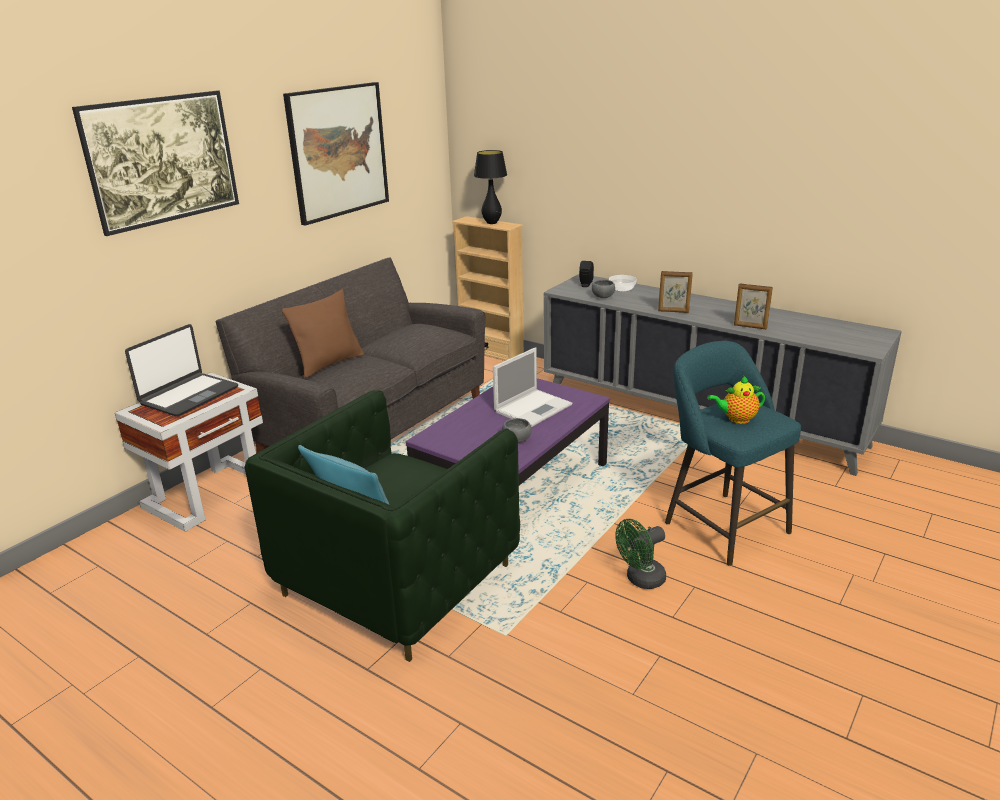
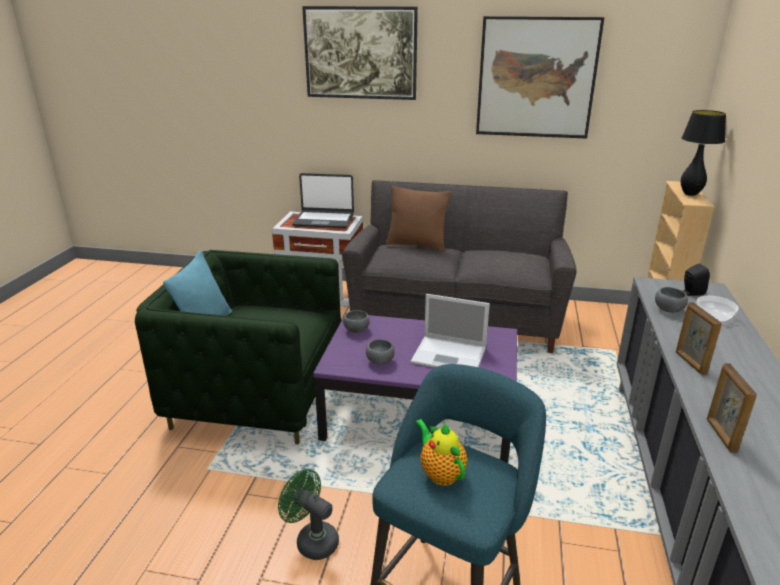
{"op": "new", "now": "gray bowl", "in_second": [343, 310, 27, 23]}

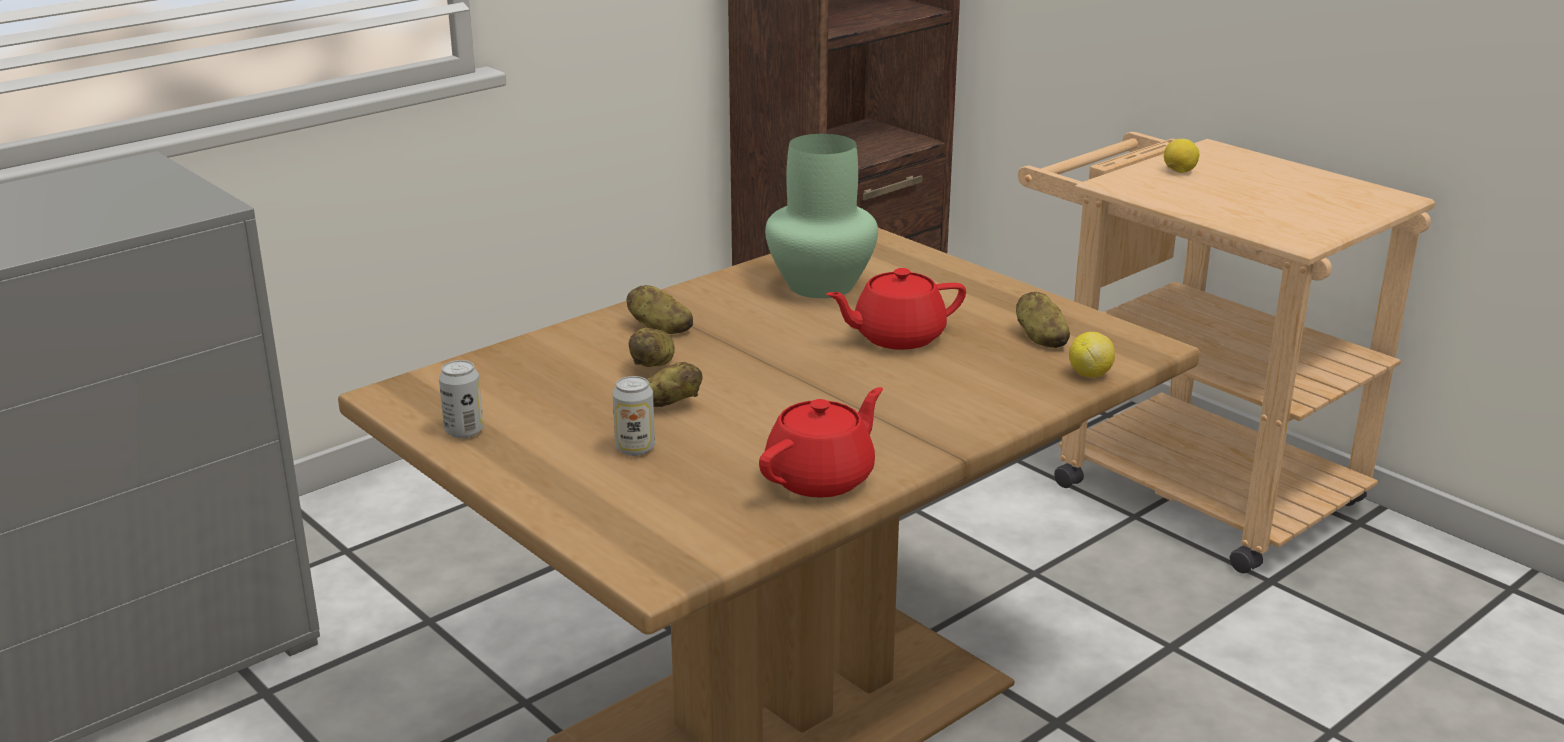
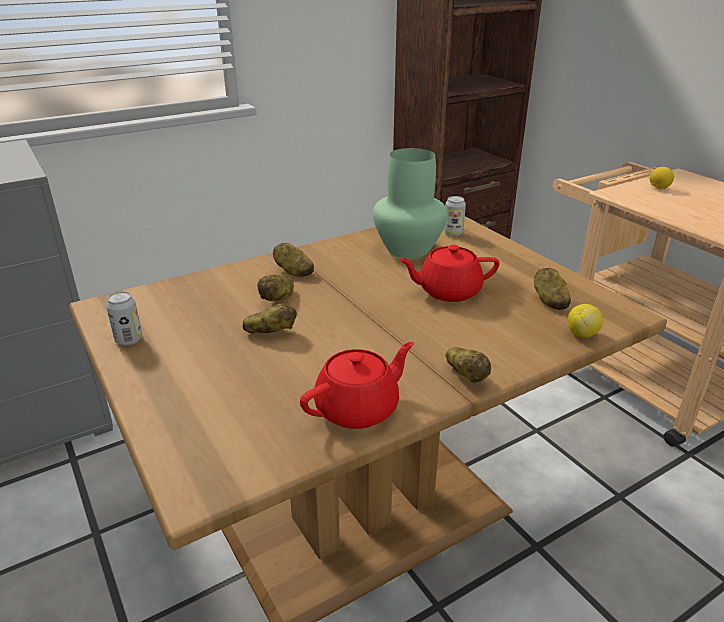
{"op": "shifted", "was": "sealed can", "in_first": [613, 376, 42, 80], "in_second": [444, 196, 22, 40]}
{"op": "new", "now": "whole potato", "in_second": [445, 347, 46, 36]}

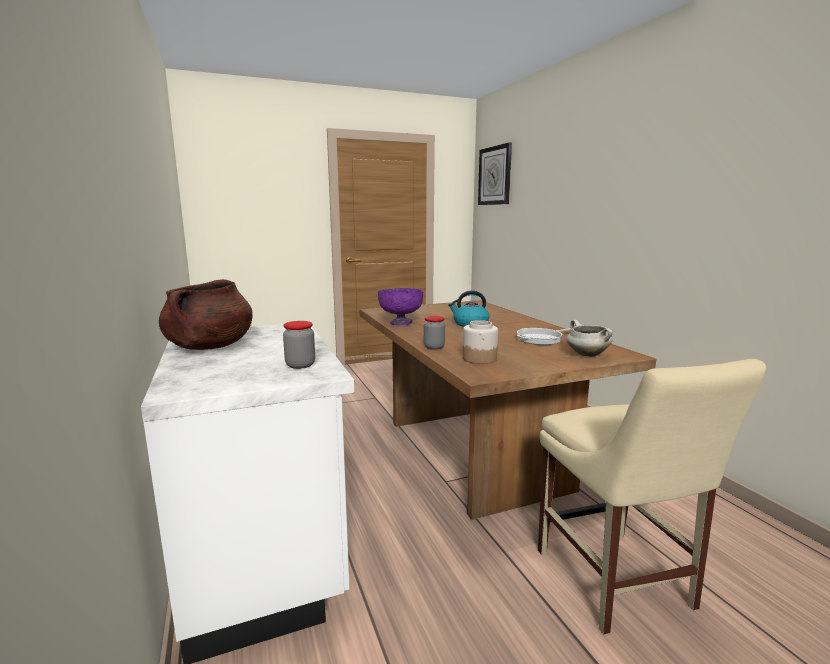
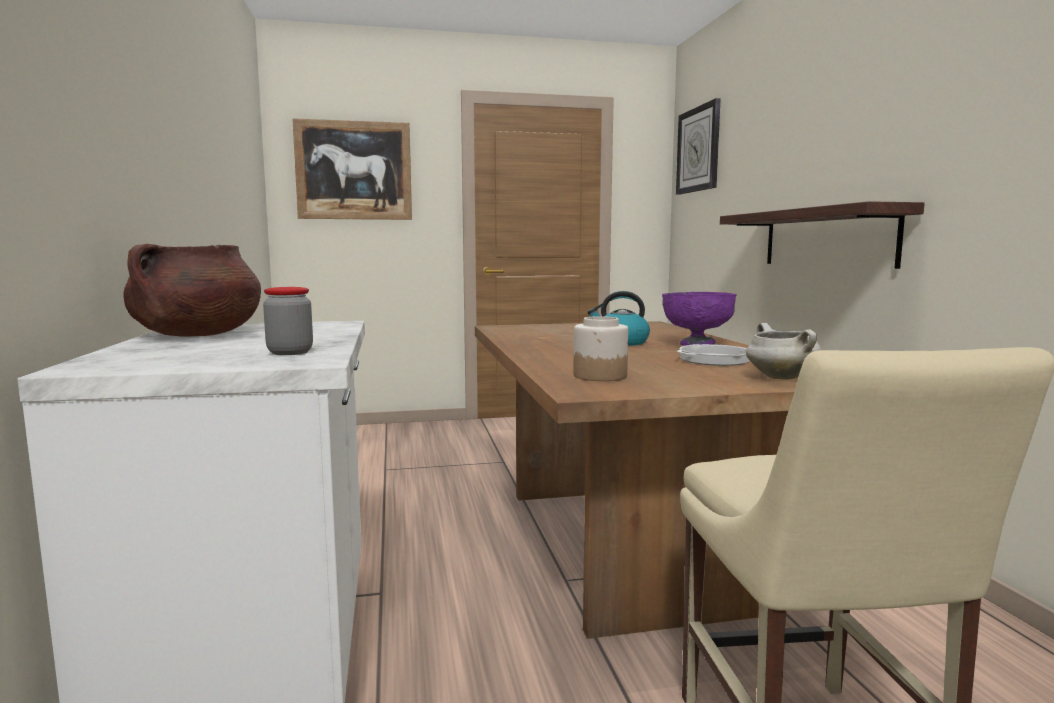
{"op": "shifted", "was": "purple-coloured bowl", "in_first": [378, 288, 46, 37], "in_second": [662, 292, 75, 54]}
{"op": "gone", "was": "storage jar", "in_first": [424, 316, 21, 34]}
{"op": "new", "now": "wall art", "in_second": [292, 118, 120, 102]}
{"op": "new", "now": "shelf", "in_second": [720, 201, 205, 68]}

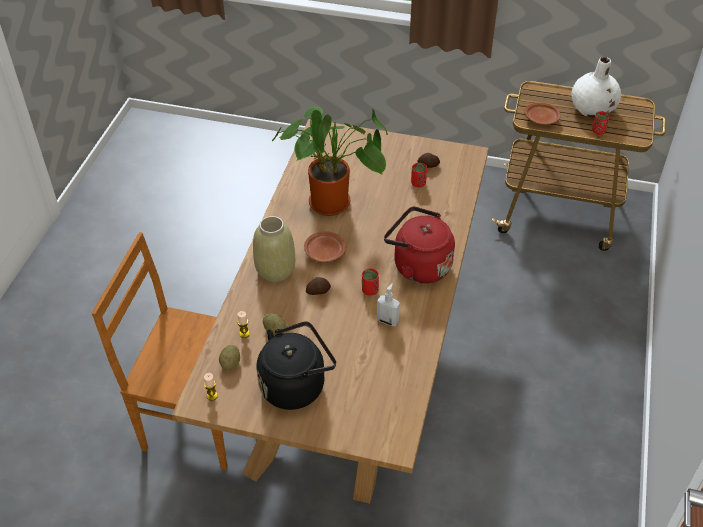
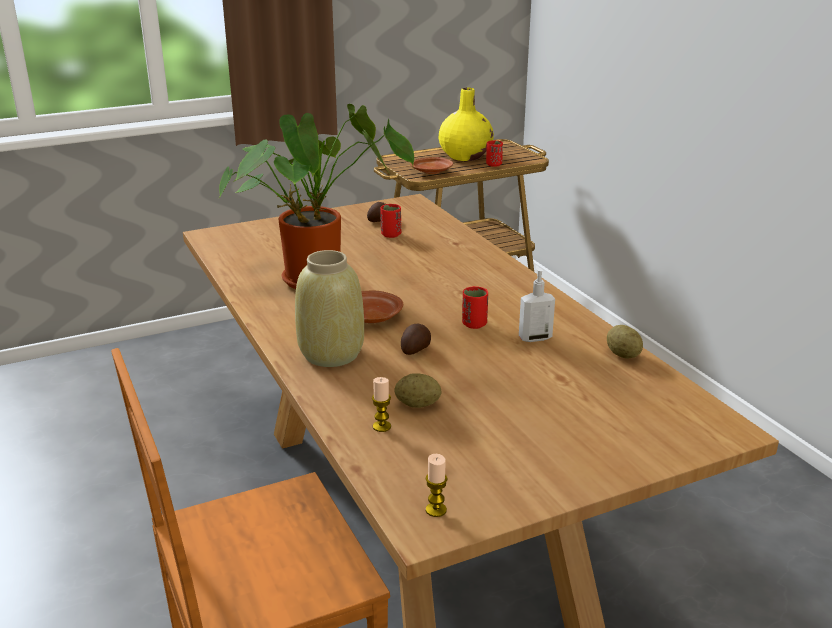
{"op": "shifted", "was": "whole potato", "in_first": [219, 345, 21, 26], "in_second": [607, 325, 36, 34]}
{"op": "gone", "was": "black tea kettle", "in_first": [257, 321, 79, 89]}
{"op": "gone", "was": "red-coloured tea kettle", "in_first": [384, 206, 71, 78]}
{"op": "repainted", "was": "white flower vase", "now": "yellow flower vase", "in_first": [572, 57, 49, 61], "in_second": [439, 88, 55, 73]}

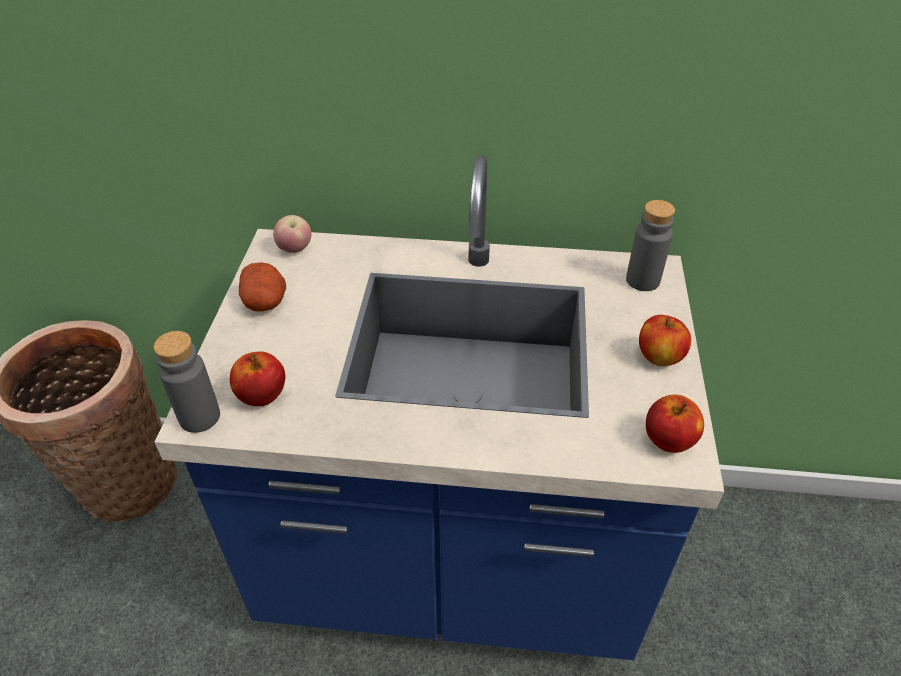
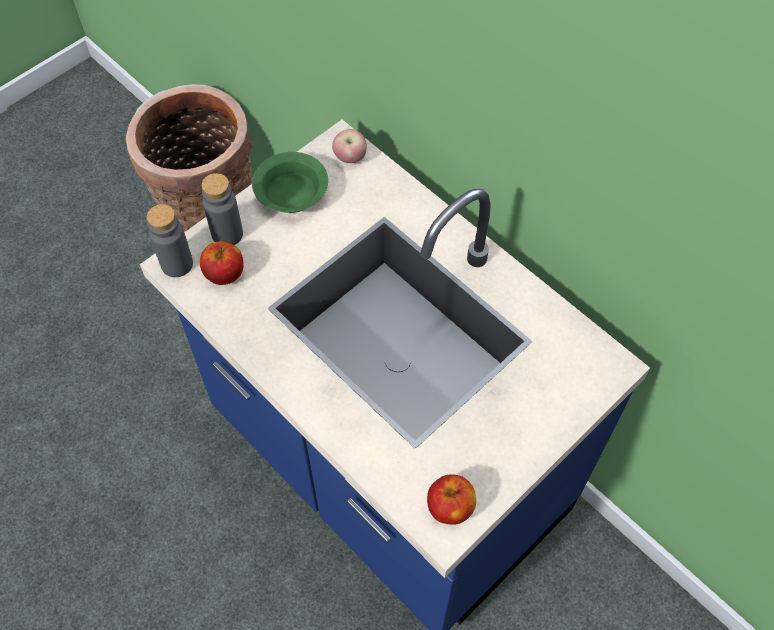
{"op": "swapped", "was": "whole potato", "now": "green-coloured bowl", "in_first": [239, 263, 47, 49], "in_second": [252, 152, 76, 61]}
{"op": "shifted", "was": "gray beverage bottle", "in_first": [626, 200, 49, 91], "in_second": [201, 173, 42, 72]}
{"op": "gone", "was": "whole apple", "in_first": [639, 315, 52, 51]}

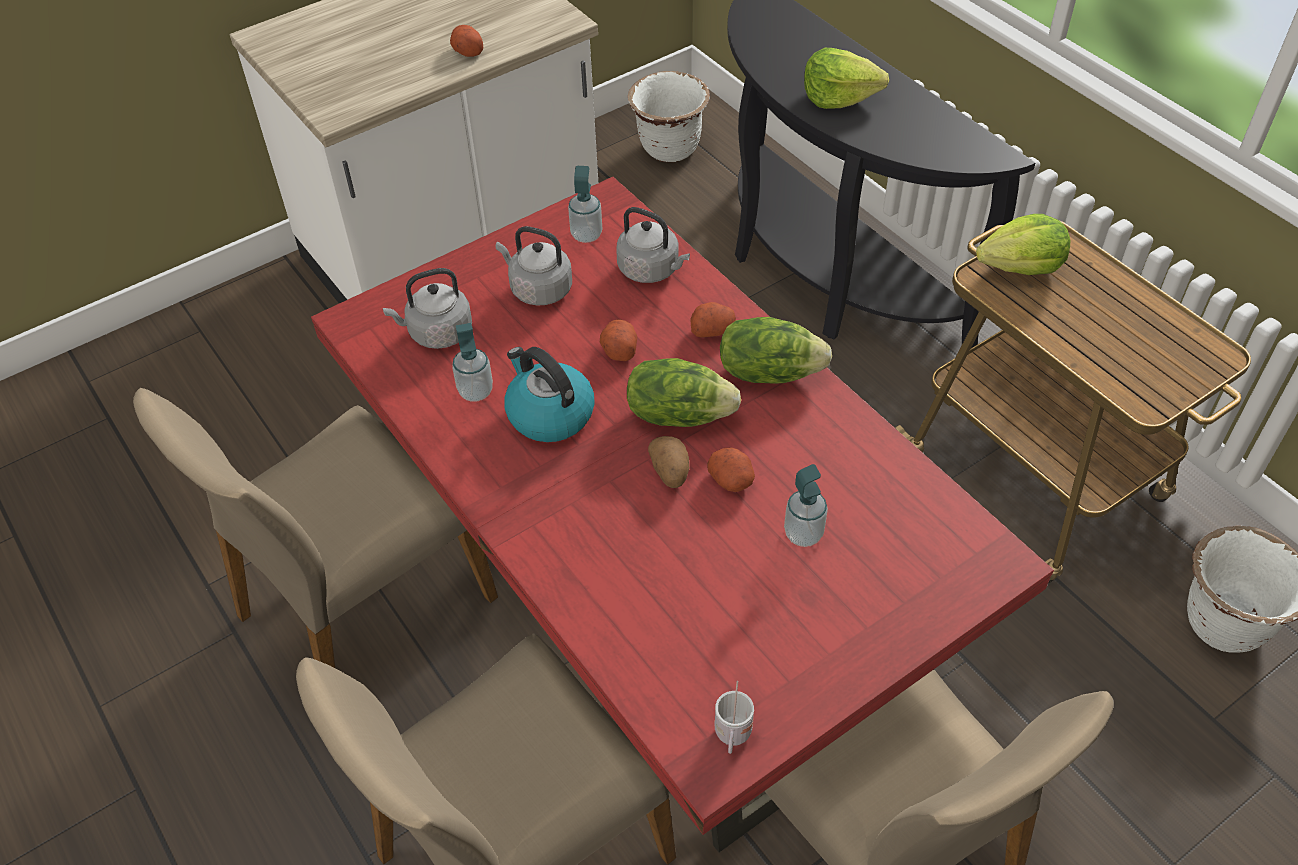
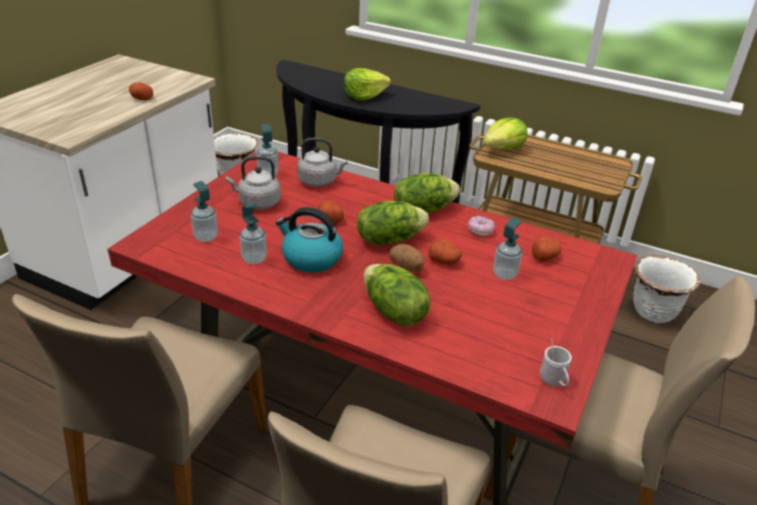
{"op": "swapped", "was": "gray tea kettle", "now": "soap bottle", "in_first": [383, 268, 89, 81], "in_second": [191, 181, 27, 61]}
{"op": "shifted", "was": "whole potato", "in_first": [690, 302, 46, 36], "in_second": [532, 236, 29, 26]}
{"op": "new", "now": "lettuce head", "in_second": [364, 264, 67, 62]}
{"op": "new", "now": "ring doughnut", "in_second": [468, 216, 27, 20]}

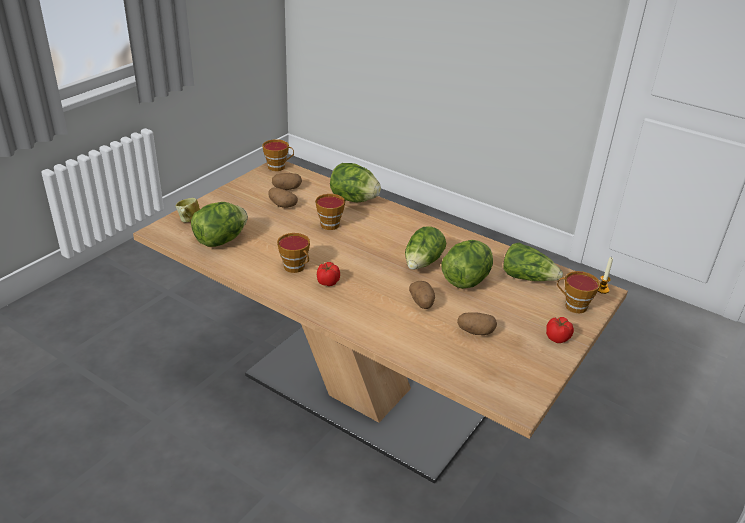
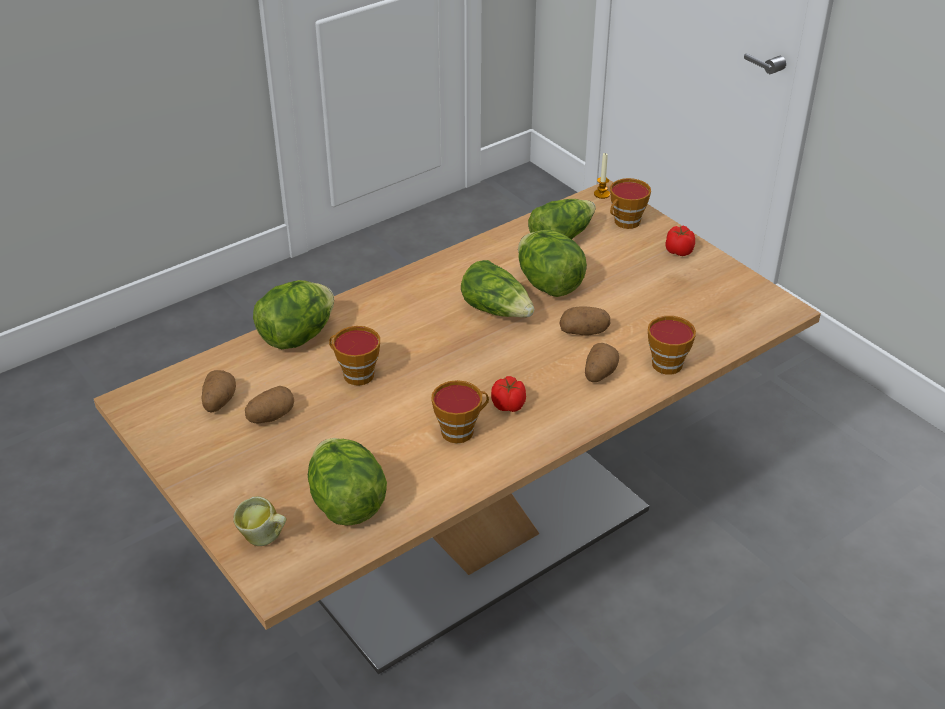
{"op": "shifted", "was": "drinking cup", "in_first": [262, 139, 32, 32], "in_second": [648, 316, 48, 59]}
{"op": "shifted", "was": "whole potato", "in_first": [457, 312, 40, 23], "in_second": [585, 343, 34, 39]}

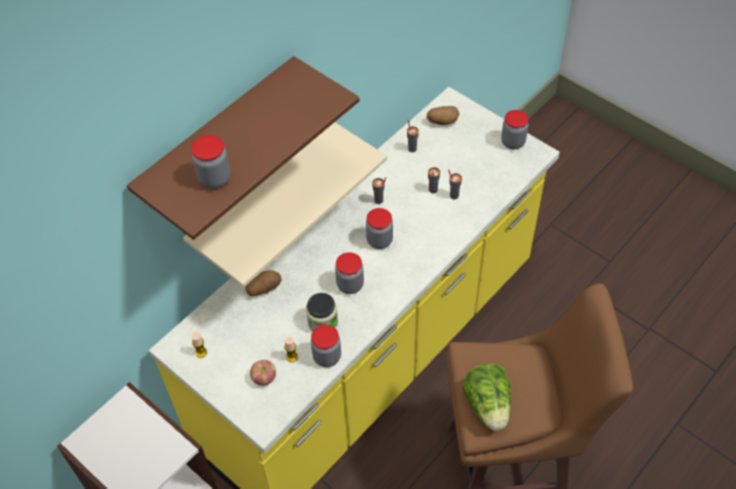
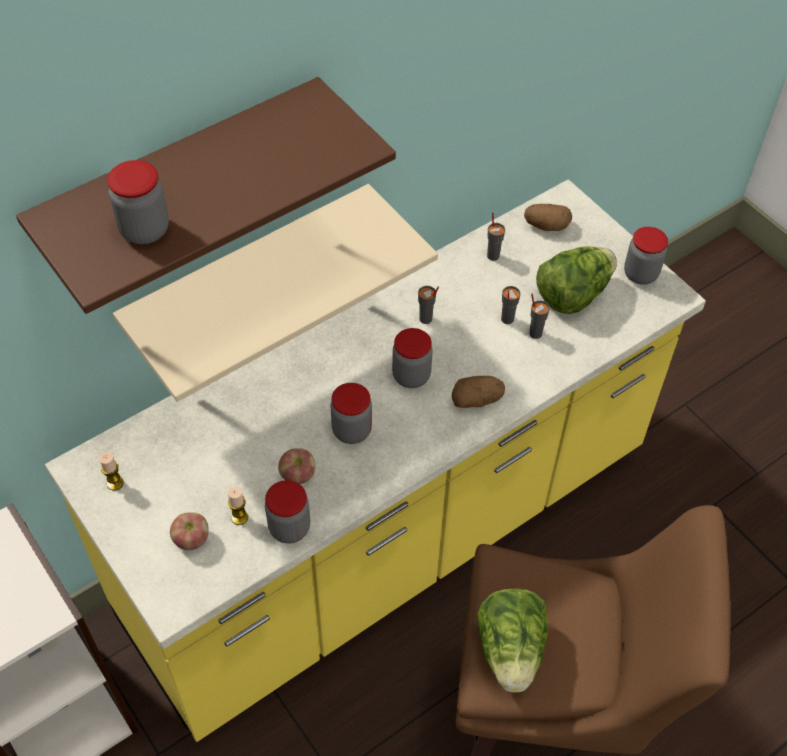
{"op": "shifted", "was": "whole potato", "in_first": [245, 270, 37, 26], "in_second": [452, 376, 53, 32]}
{"op": "swapped", "was": "storage jar", "now": "whole apple", "in_first": [306, 293, 32, 38], "in_second": [278, 448, 37, 36]}
{"op": "new", "now": "lettuce head", "in_second": [536, 246, 81, 68]}

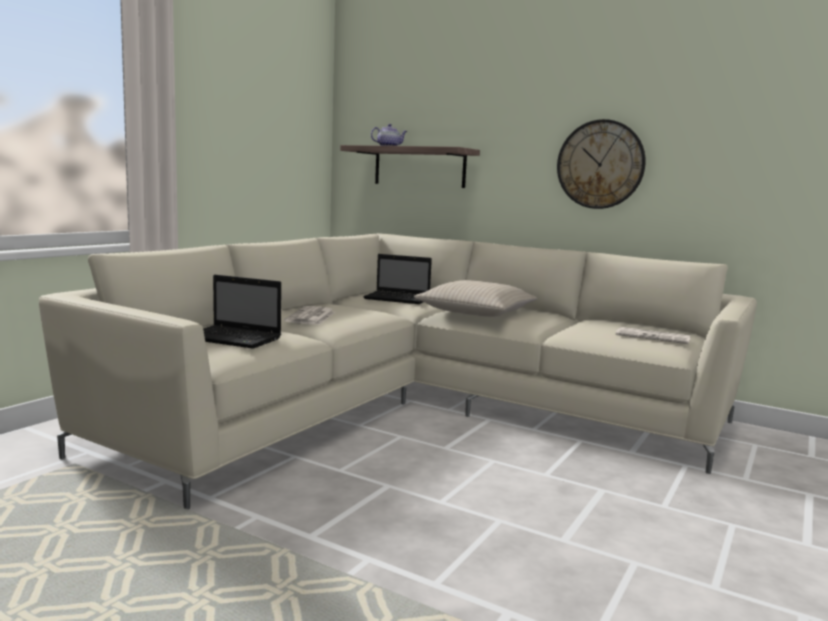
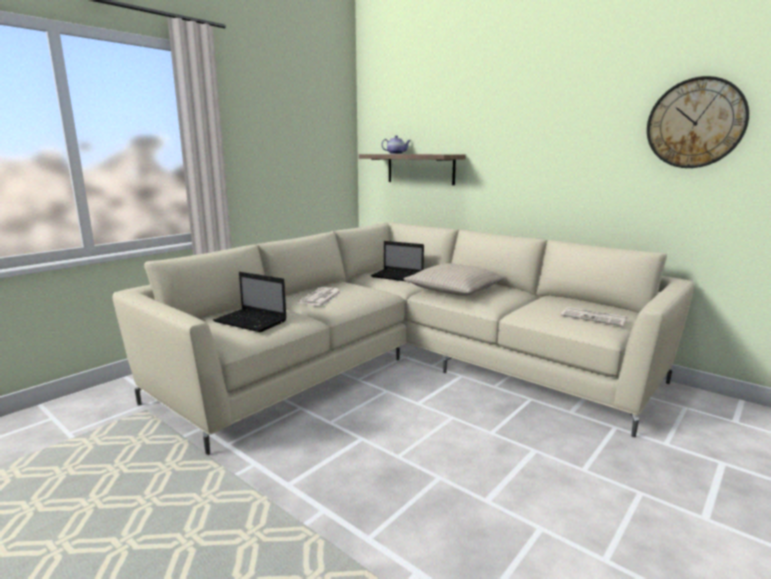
{"op": "shifted", "was": "hanging clock", "in_first": [557, 119, 89, 90], "in_second": [647, 76, 102, 92]}

